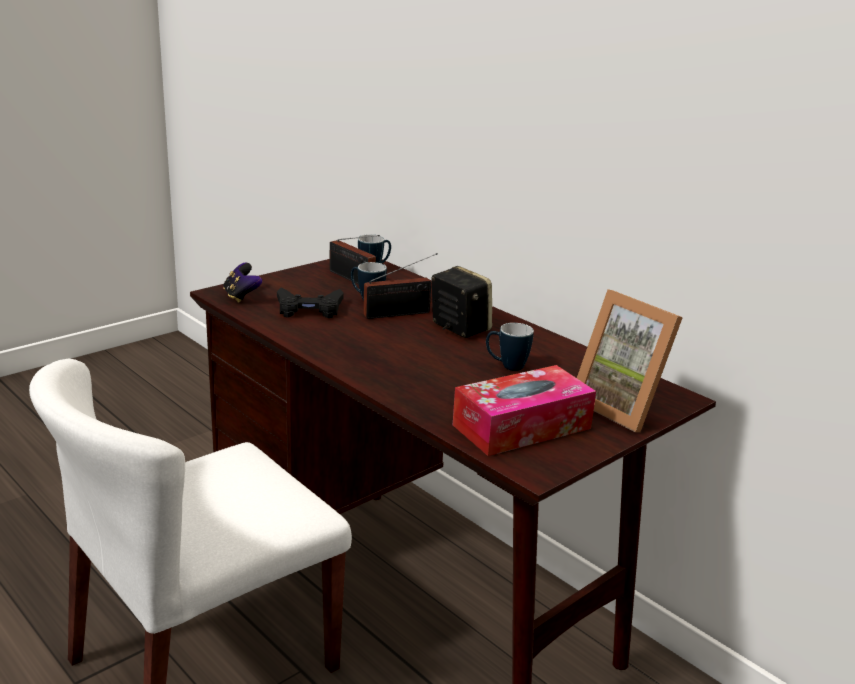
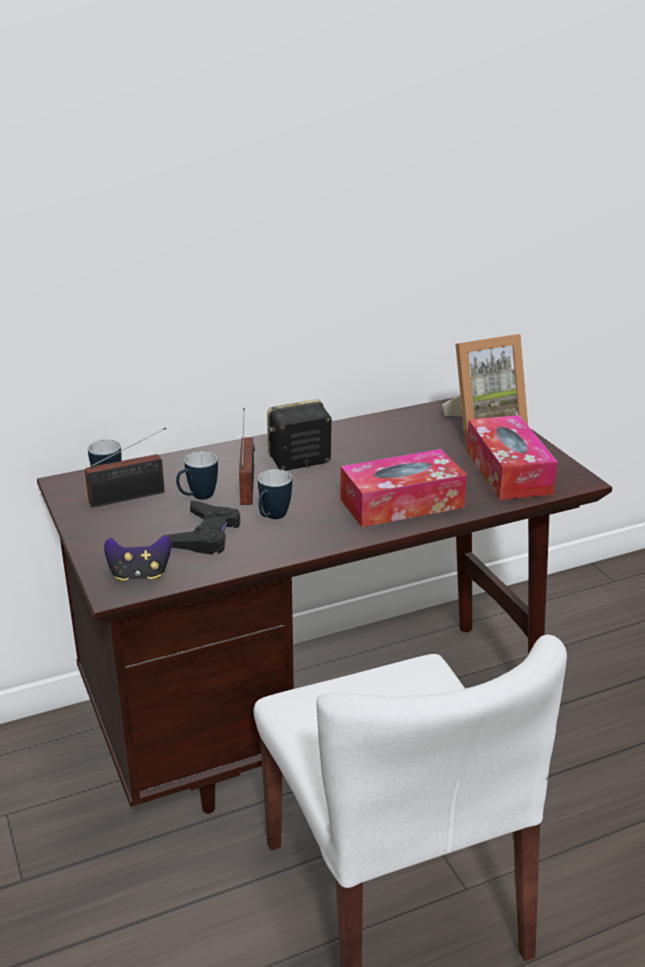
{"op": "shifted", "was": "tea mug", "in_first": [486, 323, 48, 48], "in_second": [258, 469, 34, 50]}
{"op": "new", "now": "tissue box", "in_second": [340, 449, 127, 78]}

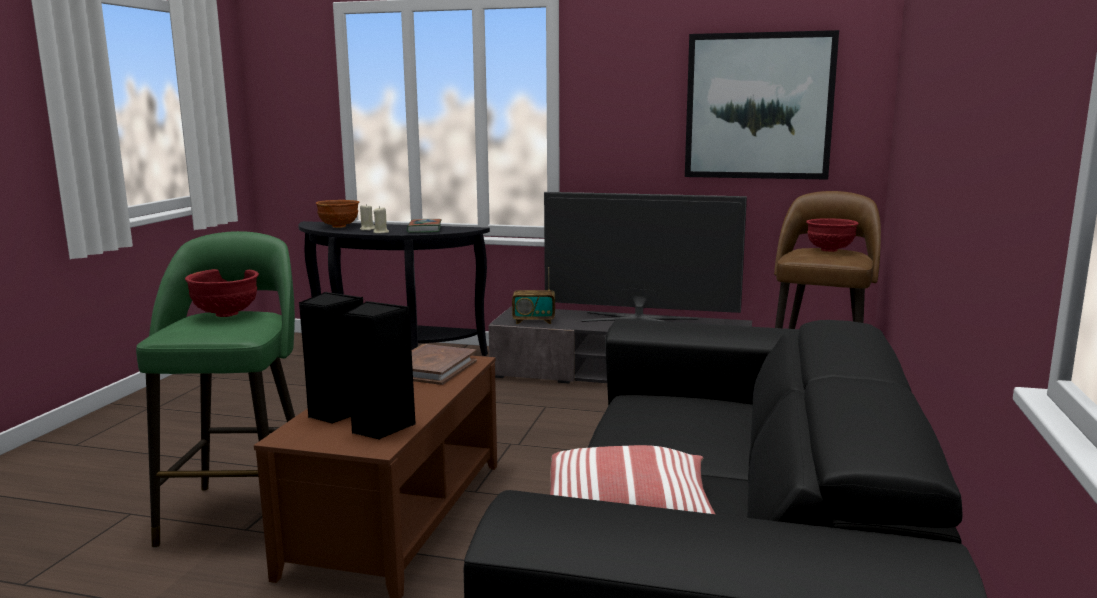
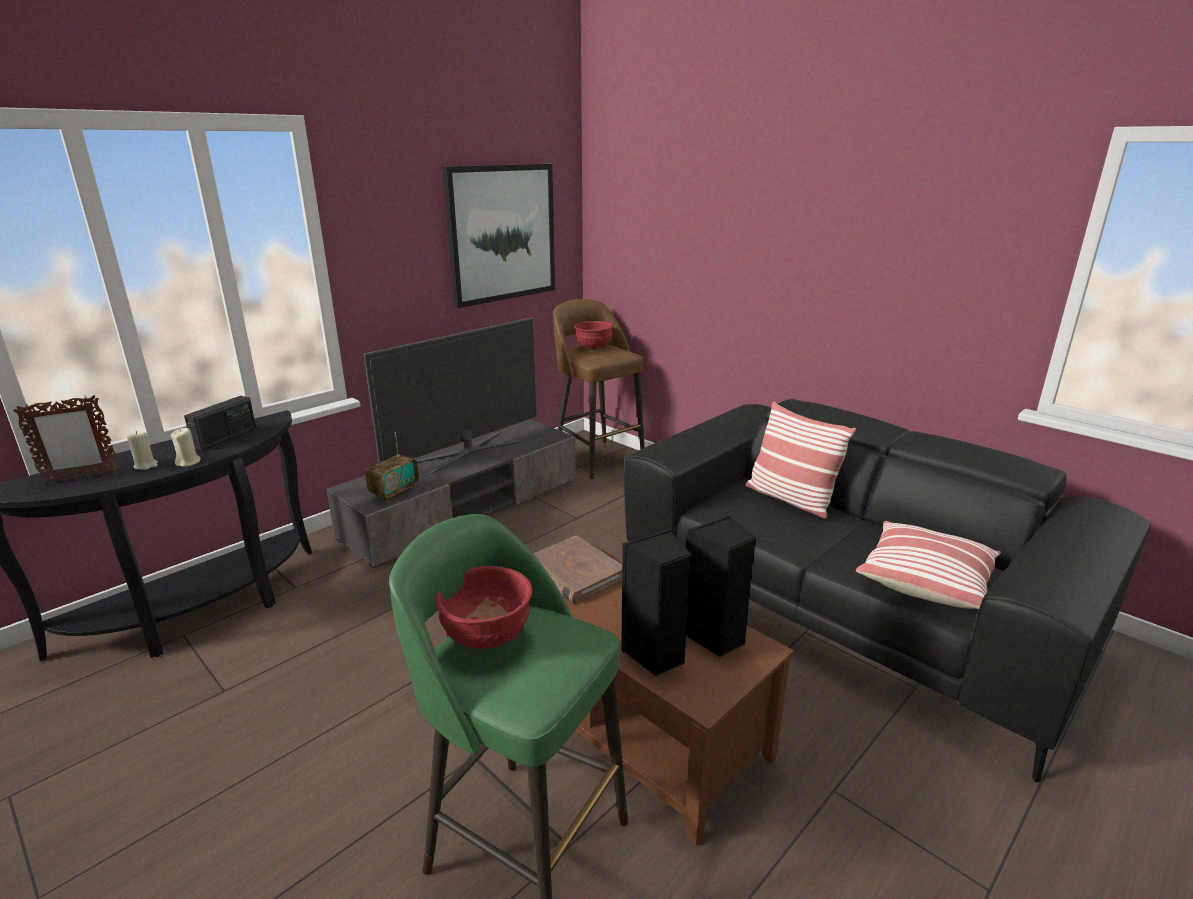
{"op": "swapped", "was": "brown bowl", "now": "photo frame", "in_first": [316, 200, 43, 28], "in_second": [13, 395, 107, 89]}
{"op": "swapped", "was": "volume", "now": "radio set", "in_first": [407, 219, 35, 14], "in_second": [184, 396, 72, 55]}
{"op": "new", "now": "pillow", "in_second": [746, 402, 110, 117]}

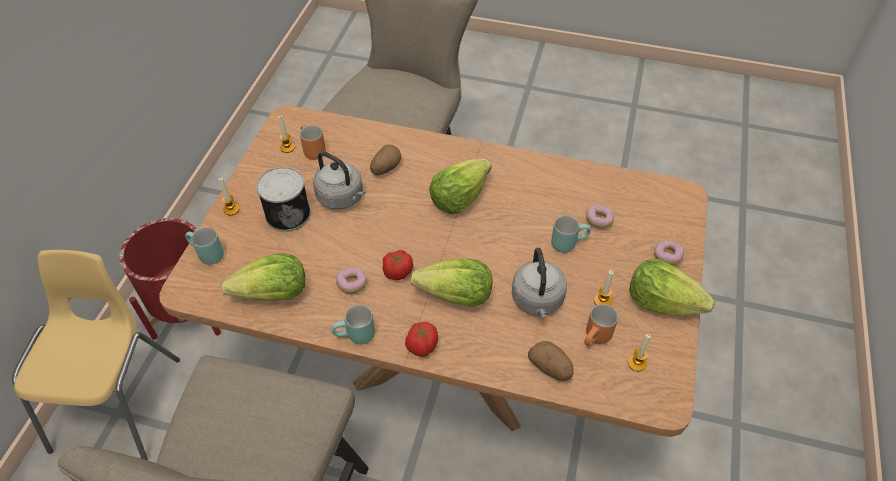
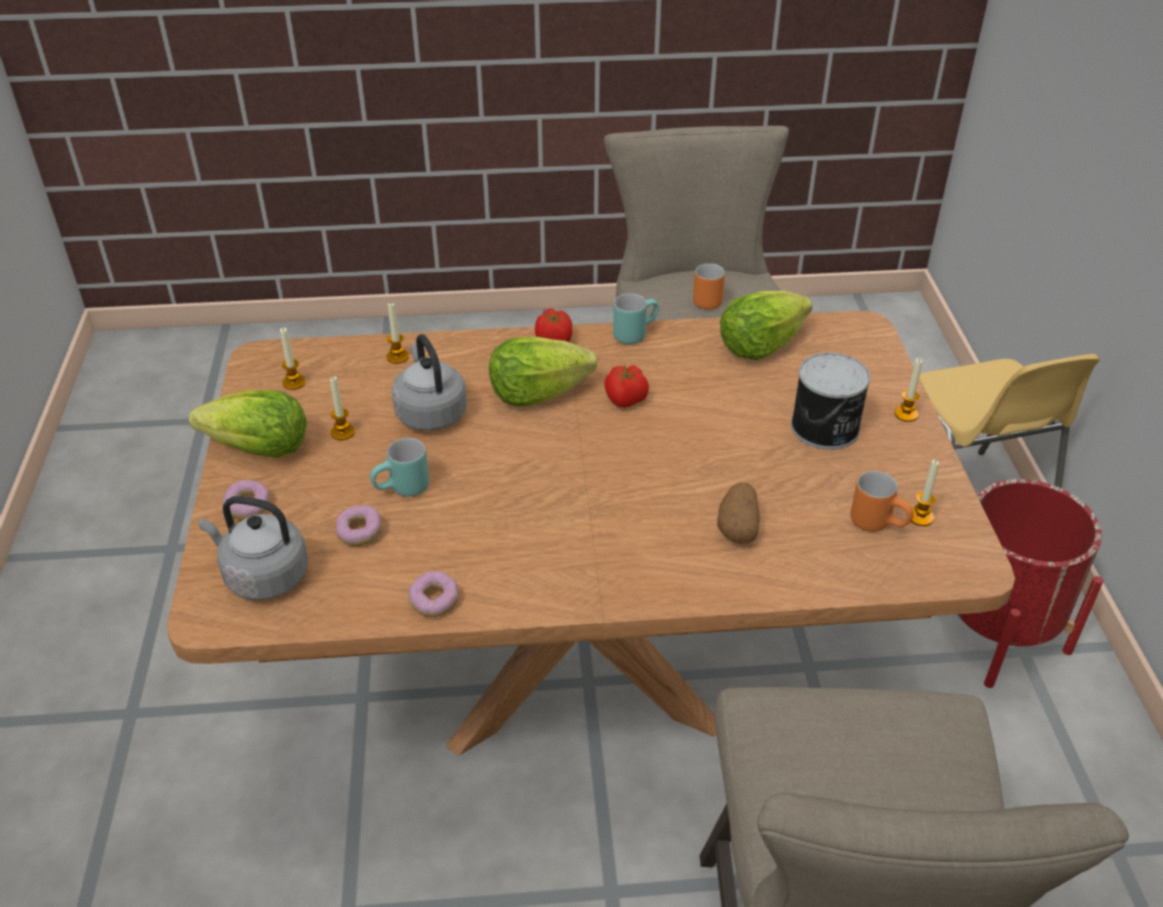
{"op": "gone", "was": "turquoise-coloured tea mug", "in_first": [185, 227, 39, 38]}
{"op": "shifted", "was": "gray tea kettle", "in_first": [313, 151, 52, 59], "in_second": [199, 496, 109, 104]}
{"op": "shifted", "was": "ring doughnut", "in_first": [336, 268, 31, 26], "in_second": [408, 571, 51, 46]}
{"op": "gone", "was": "lettuce head", "in_first": [429, 159, 63, 55]}
{"op": "swapped", "was": "whole potato", "now": "wax candle", "in_first": [528, 341, 46, 40], "in_second": [387, 303, 22, 61]}
{"op": "shifted", "was": "orangey tea mug", "in_first": [584, 304, 34, 43], "in_second": [693, 263, 32, 47]}

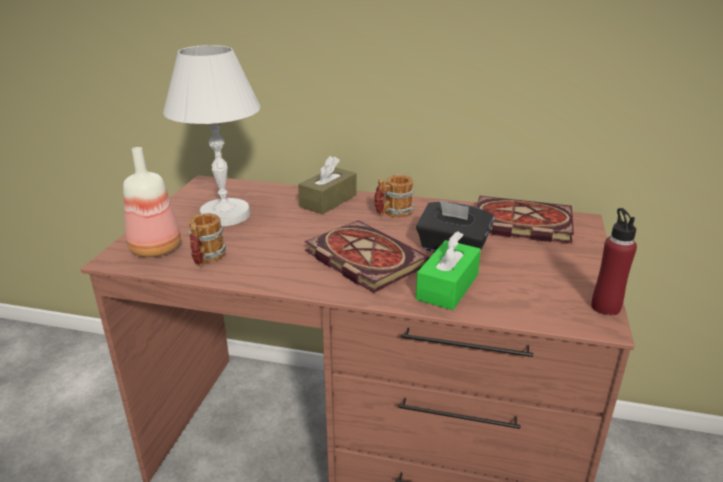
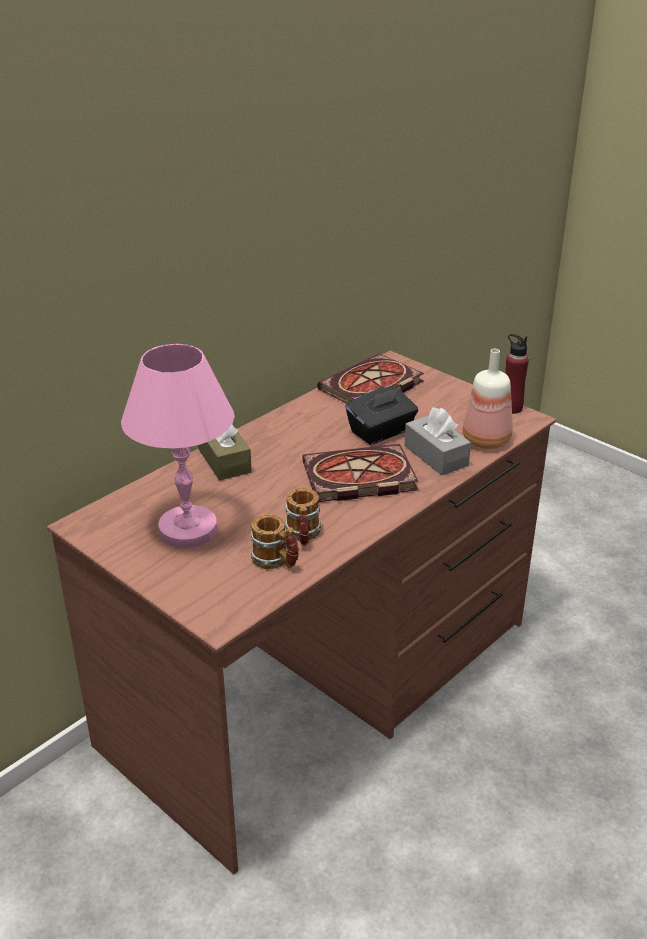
{"op": "shifted", "was": "beverage bottle", "in_first": [123, 147, 58, 110], "in_second": [463, 349, 50, 100]}
{"op": "repainted", "was": "white lamp for a table", "now": "pinkish lamp for a table", "in_first": [163, 45, 97, 181], "in_second": [121, 344, 114, 204]}
{"op": "shifted", "was": "tea mug", "in_first": [374, 175, 39, 43], "in_second": [285, 488, 36, 58]}
{"op": "repainted", "was": "green-coloured tissue box", "now": "gray tissue box", "in_first": [416, 231, 65, 79], "in_second": [404, 407, 67, 68]}

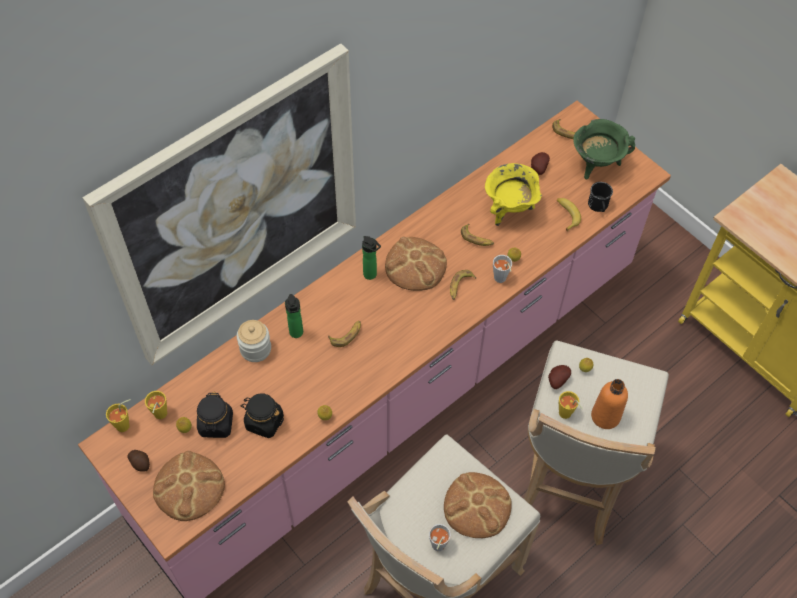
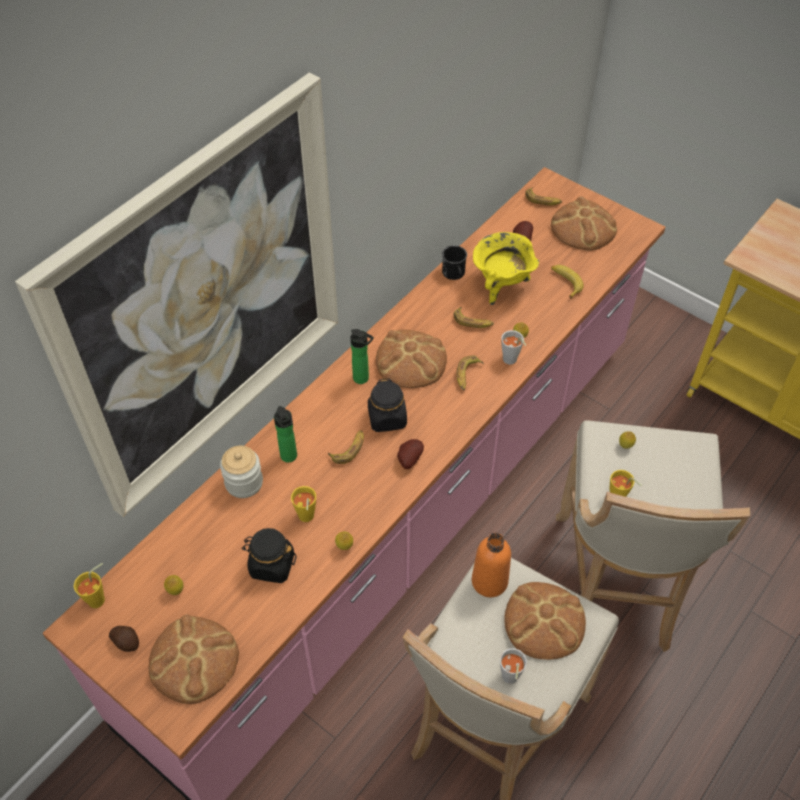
{"op": "shifted", "was": "yellow drinking cup", "in_first": [145, 391, 22, 28], "in_second": [291, 486, 25, 36]}
{"op": "shifted", "was": "black storage jar", "in_first": [197, 392, 36, 46], "in_second": [368, 378, 39, 54]}
{"op": "shifted", "was": "whole potato", "in_first": [548, 365, 23, 24], "in_second": [397, 439, 27, 30]}
{"op": "swapped", "was": "green-coloured saucepot", "now": "bakery bread", "in_first": [573, 119, 62, 61], "in_second": [551, 196, 66, 55]}
{"op": "shifted", "was": "black tea mug", "in_first": [588, 182, 25, 30], "in_second": [442, 245, 25, 35]}
{"op": "shifted", "was": "orangey beverage bottle", "in_first": [591, 379, 37, 50], "in_second": [472, 533, 39, 64]}

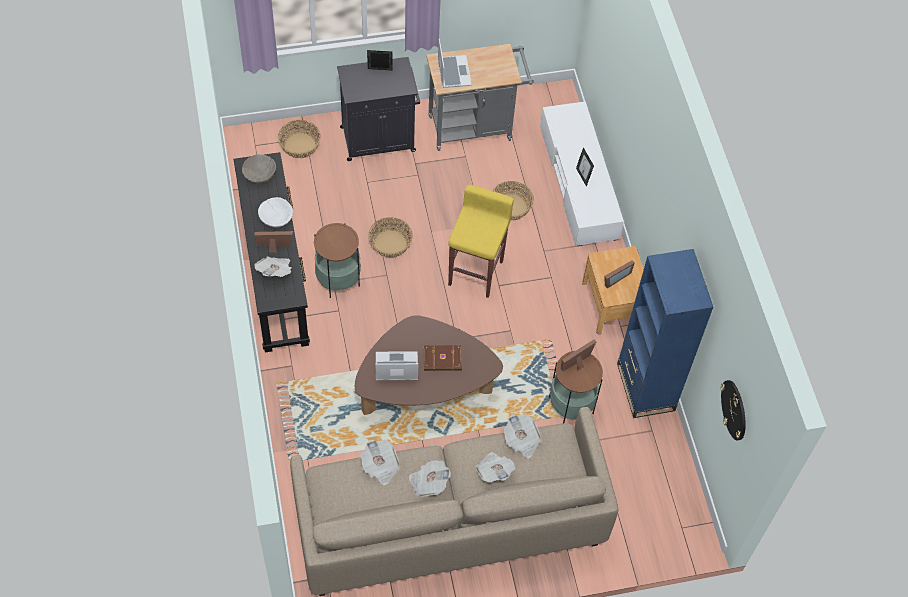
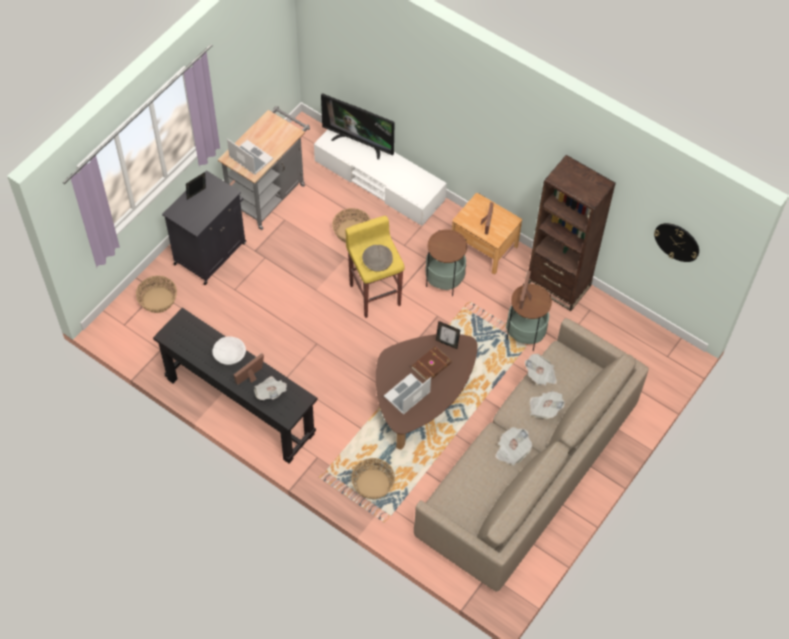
{"op": "shifted", "was": "beige bowl", "in_first": [242, 154, 34, 30], "in_second": [362, 245, 31, 27]}
{"op": "shifted", "was": "end table", "in_first": [314, 223, 47, 75], "in_second": [426, 229, 41, 67]}
{"op": "gone", "was": "newspaper", "in_first": [360, 439, 41, 46]}
{"op": "shifted", "was": "basket", "in_first": [368, 217, 45, 41], "in_second": [351, 458, 44, 41]}
{"op": "shifted", "was": "photo frame", "in_first": [576, 147, 18, 40], "in_second": [436, 321, 24, 28]}
{"op": "repainted", "was": "bluish bookshelf", "now": "brown bookshelf", "in_first": [617, 249, 97, 169], "in_second": [528, 155, 88, 156]}
{"op": "new", "now": "TV set", "in_second": [321, 93, 74, 66]}

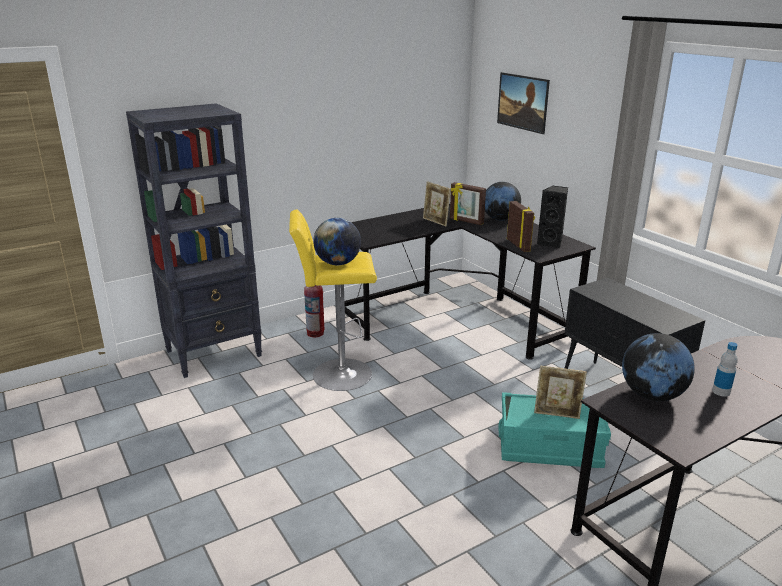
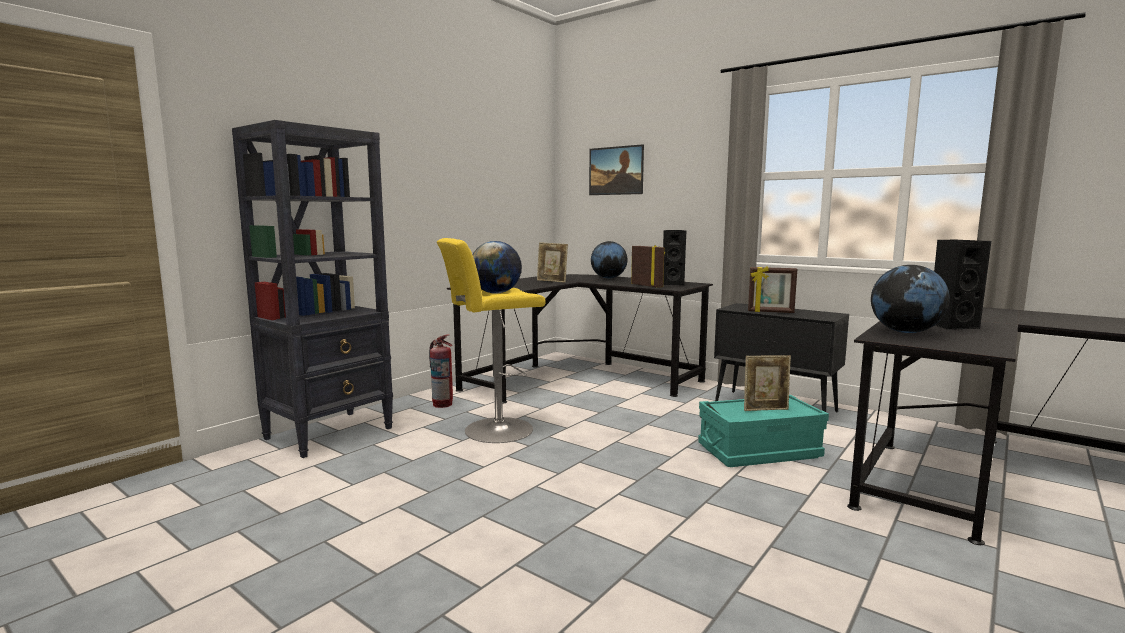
{"op": "shifted", "was": "photo frame", "in_first": [450, 182, 36, 43], "in_second": [748, 266, 49, 47]}
{"op": "swapped", "was": "beverage bottle", "now": "black speaker", "in_first": [712, 342, 26, 55], "in_second": [934, 240, 57, 90]}

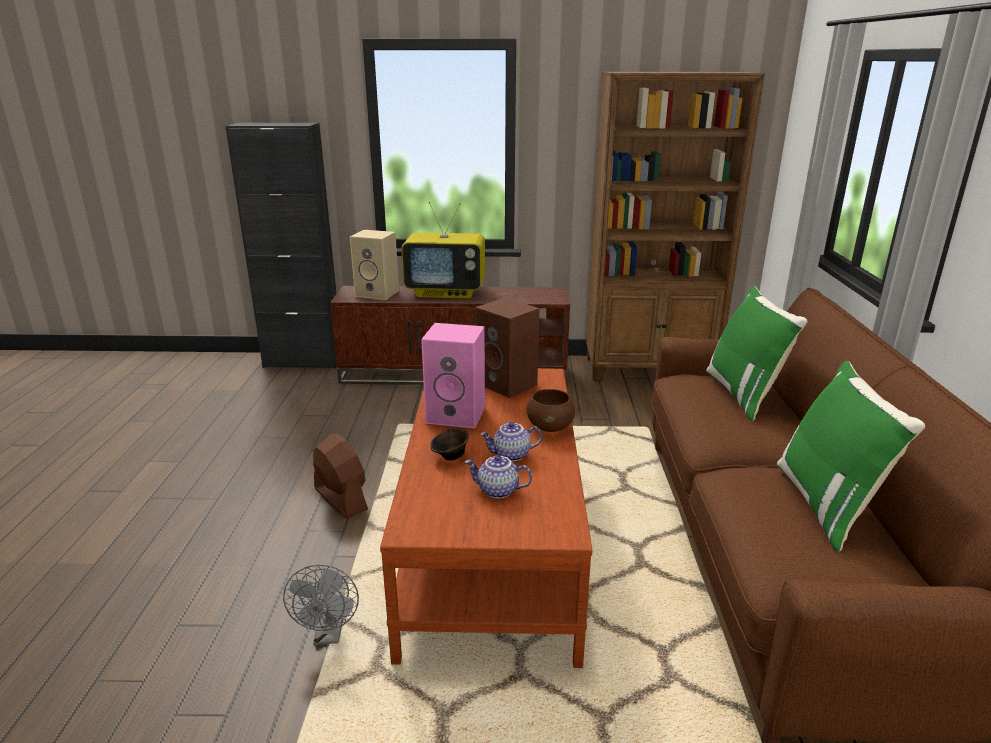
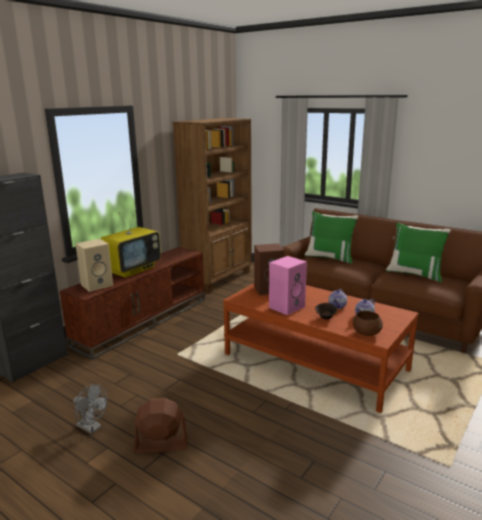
{"op": "shifted", "was": "gray electric fan", "in_first": [283, 564, 76, 81], "in_second": [73, 384, 34, 50]}
{"op": "shifted", "was": "brown electric fan", "in_first": [313, 434, 55, 85], "in_second": [134, 398, 54, 55]}
{"op": "shifted", "was": "brown bowl", "in_first": [527, 389, 48, 43], "in_second": [353, 311, 30, 25]}

